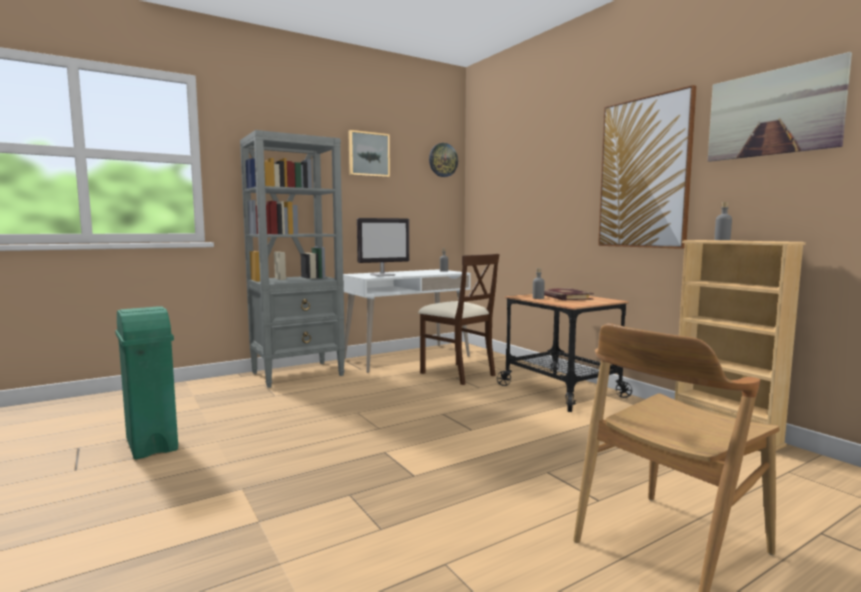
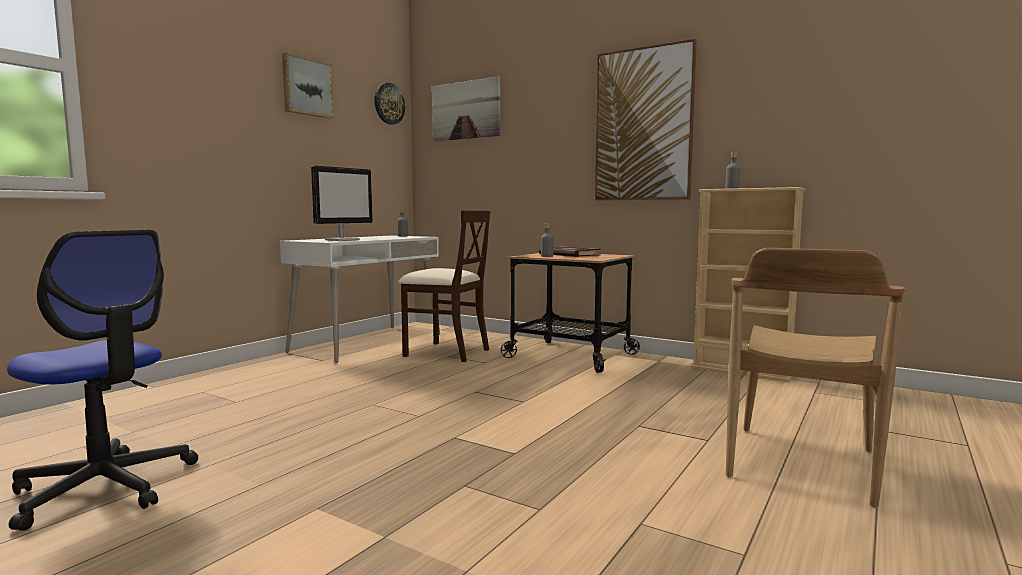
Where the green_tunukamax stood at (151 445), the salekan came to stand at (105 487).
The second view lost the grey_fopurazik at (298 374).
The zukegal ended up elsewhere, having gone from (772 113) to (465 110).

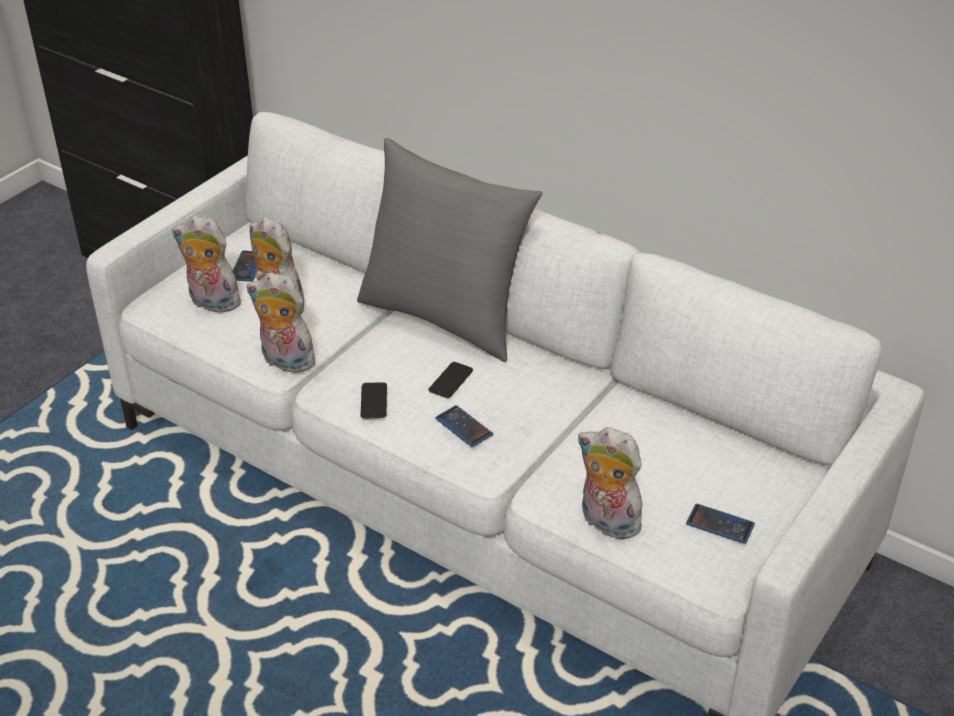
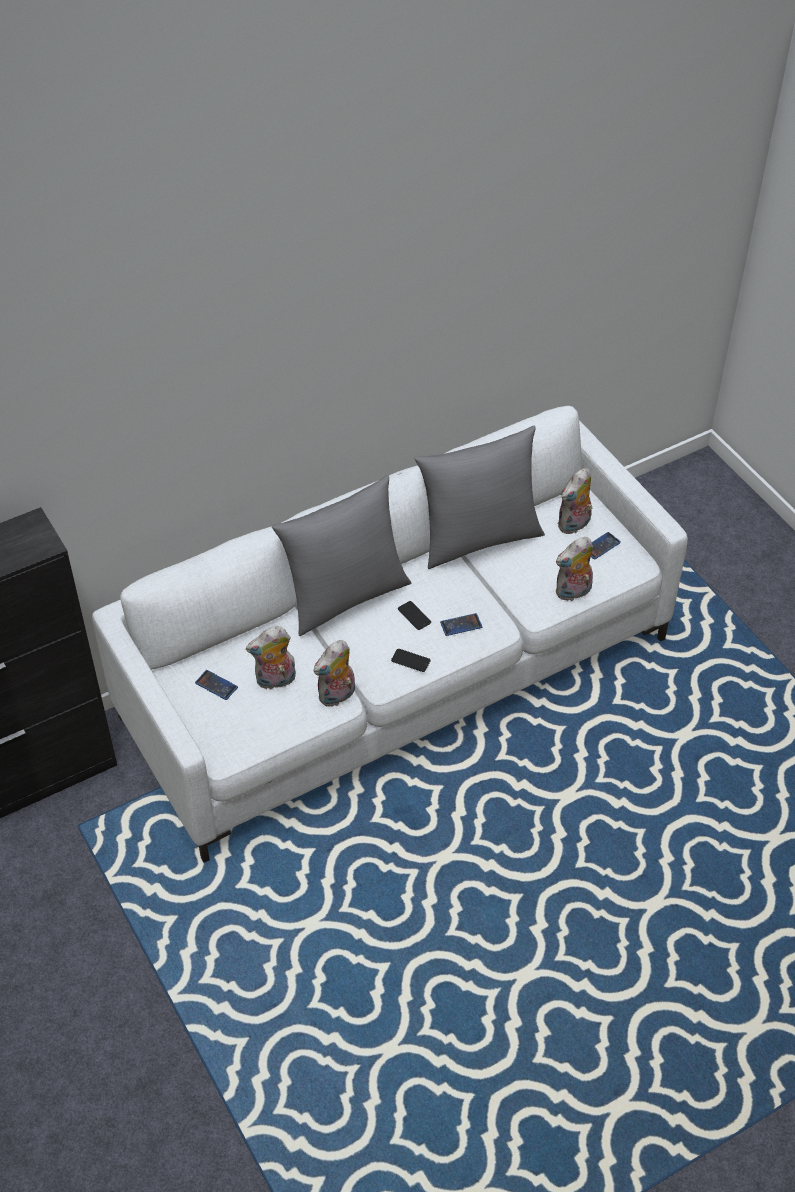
The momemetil ended up elsewhere, having gone from (211 303) to (574 525).
The second view gained the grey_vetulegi at (478 538).

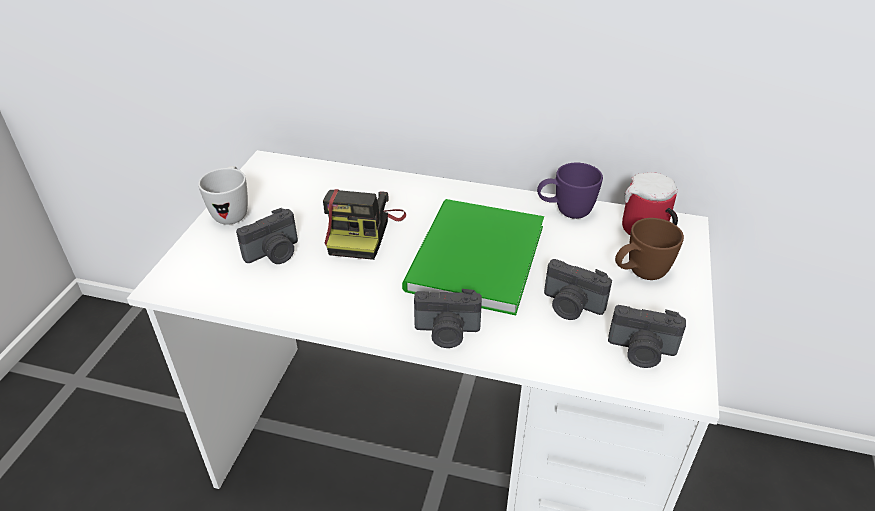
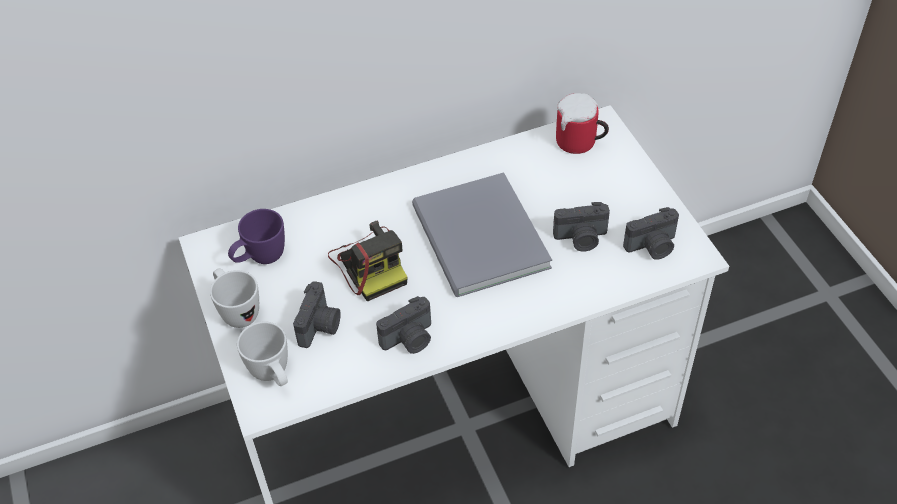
What was the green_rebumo at (471 259) turned into the grey_rebumo at (478 241).
The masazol ended up elsewhere, having gone from (447 333) to (409 339).
The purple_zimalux ended up elsewhere, having gone from (565 212) to (260 259).
The second view lost the brown_zimalux at (639 274).
The second view gained the white_zimalux at (273 376).

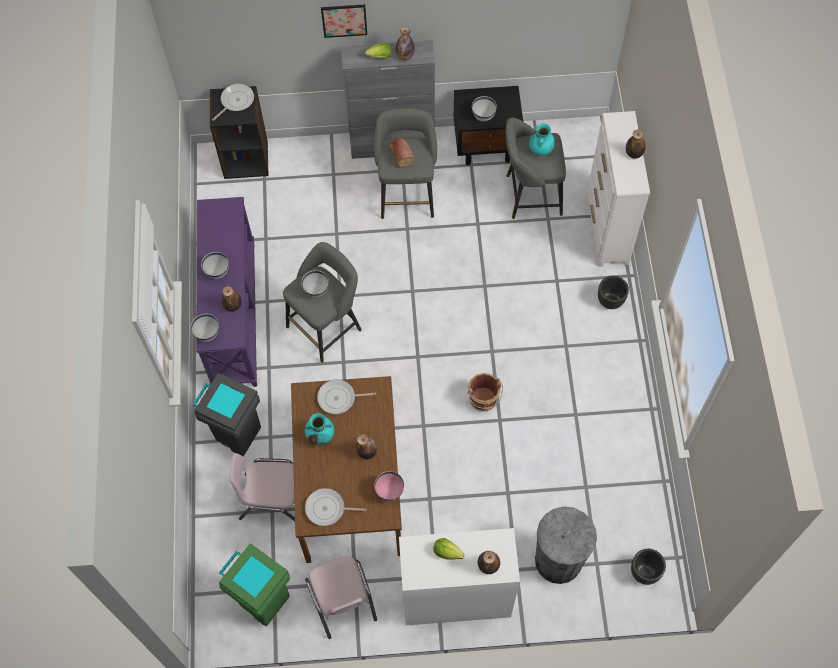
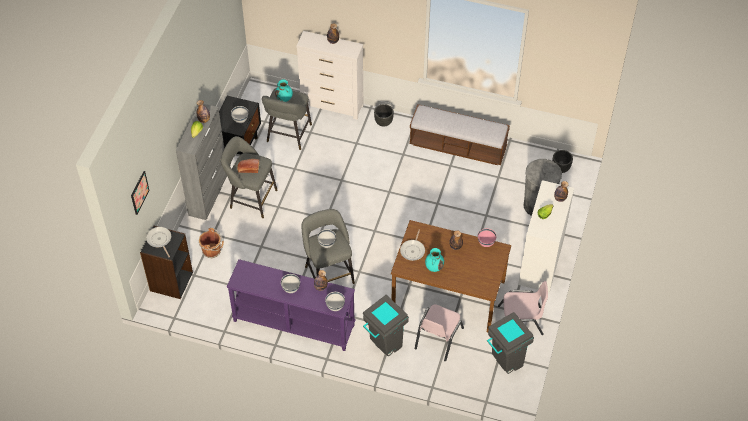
What was the green_tunukamax at (263 600) turned into the grey_tunukamax at (504 363).
The second view lost the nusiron at (328 509).
The zukegal ended up elsewhere, having gone from (344 20) to (139 192).
The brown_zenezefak ended up elsewhere, having gone from (483 400) to (212 251).
The second view gained the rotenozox at (458 146).

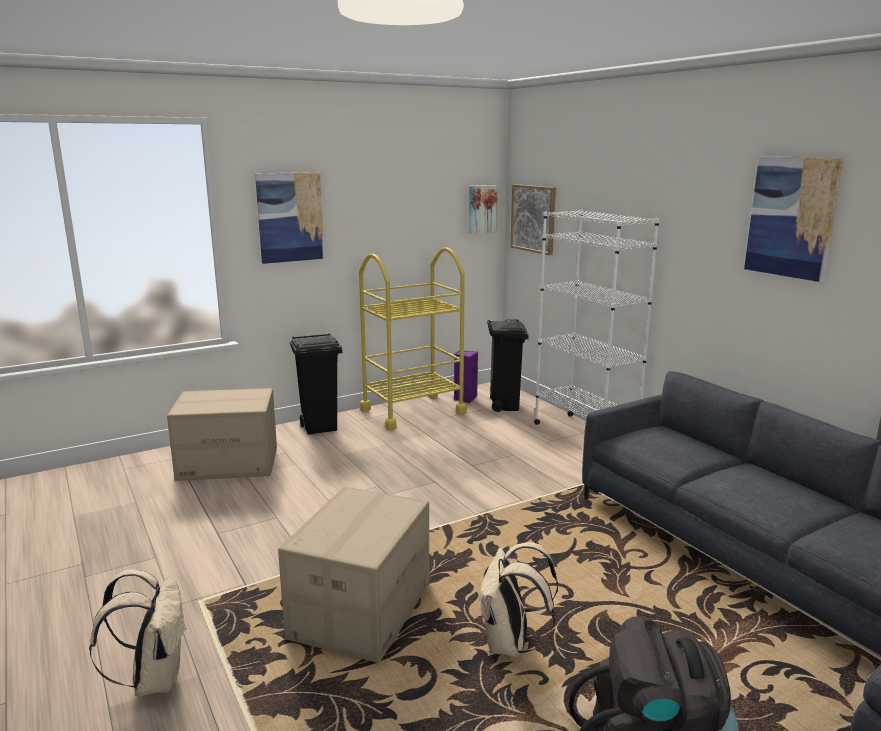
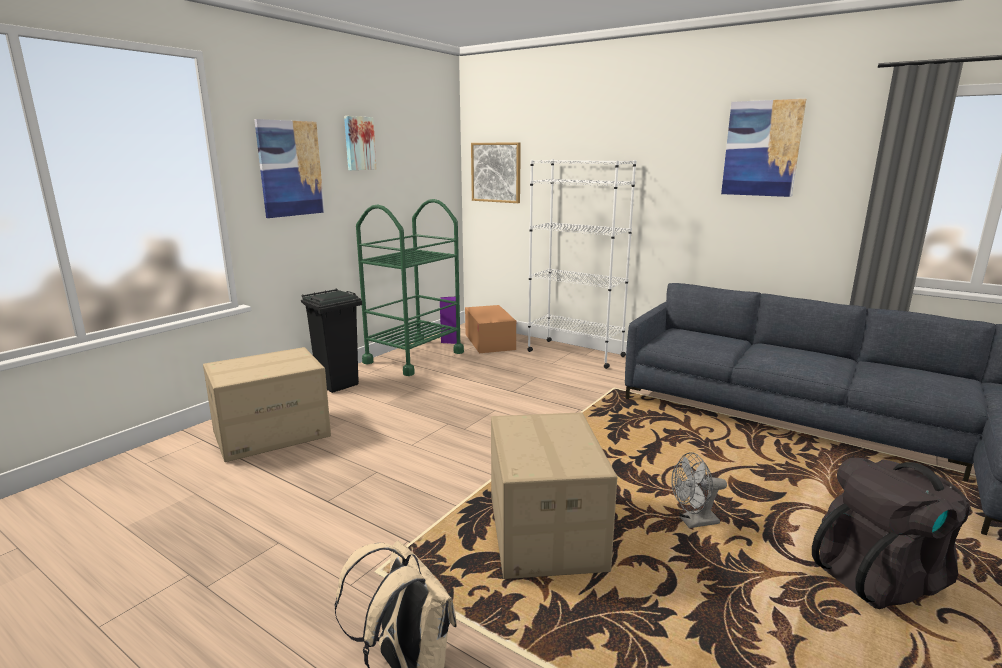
What was the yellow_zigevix at (412 411) turned into the green_zigevix at (414 357).
The zukegal ended up elsewhere, having gone from (481 209) to (359 143).
Where the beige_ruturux stood at (510 644), the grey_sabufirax came to stand at (693 522).
Where the black_tunukamax stood at (504 406), the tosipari came to stand at (489 342).

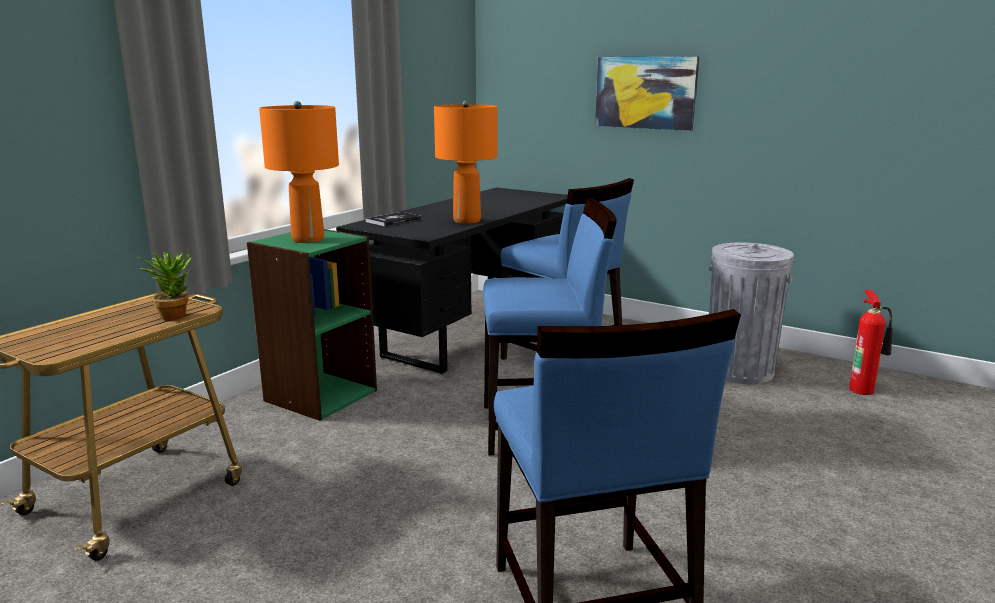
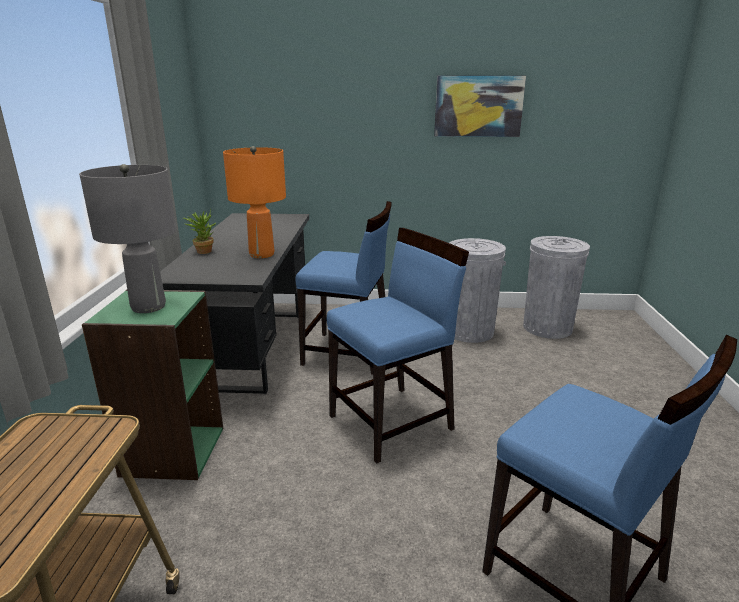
The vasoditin ended up elsewhere, having gone from (175 315) to (203 251).
What was the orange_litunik at (307 239) turned into the grey_litunik at (148 307).
The second view lost the rebumo at (393 220).
The zukegal ended up elsewhere, having gone from (645 92) to (478 106).
Where the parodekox stood at (863 389), the grey_tunukamax came to stand at (547 328).

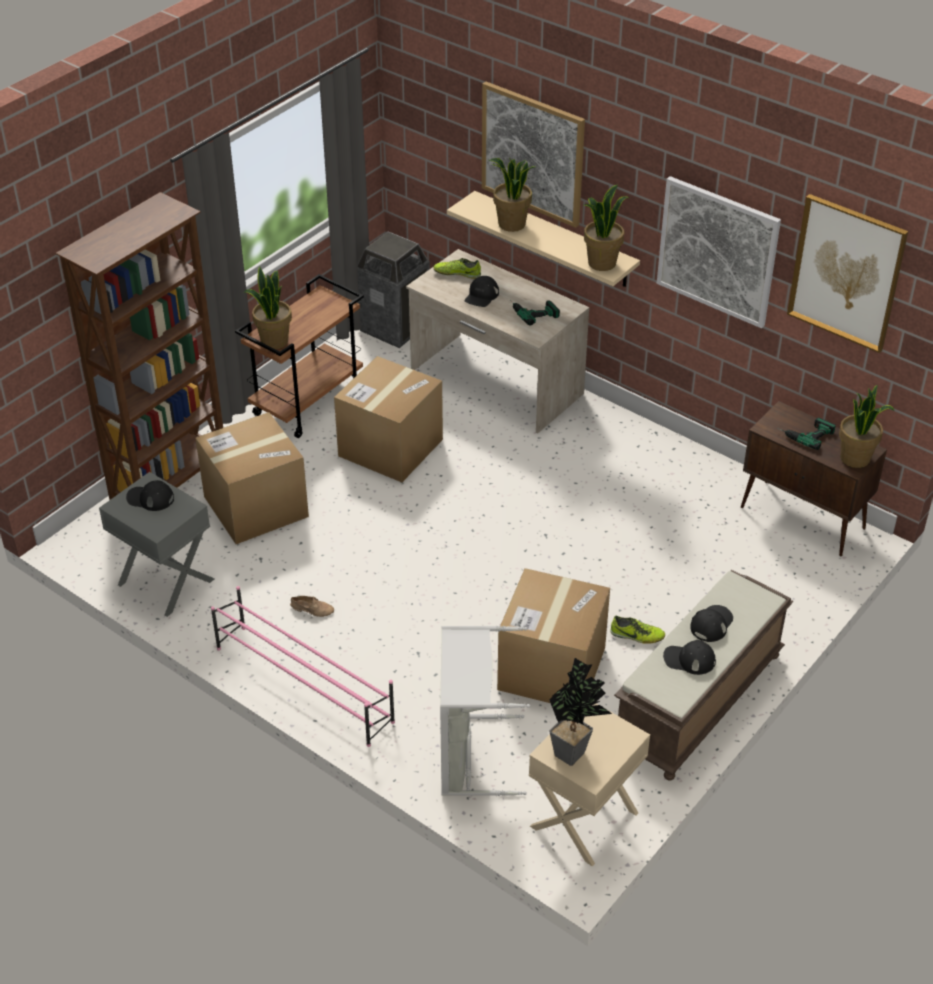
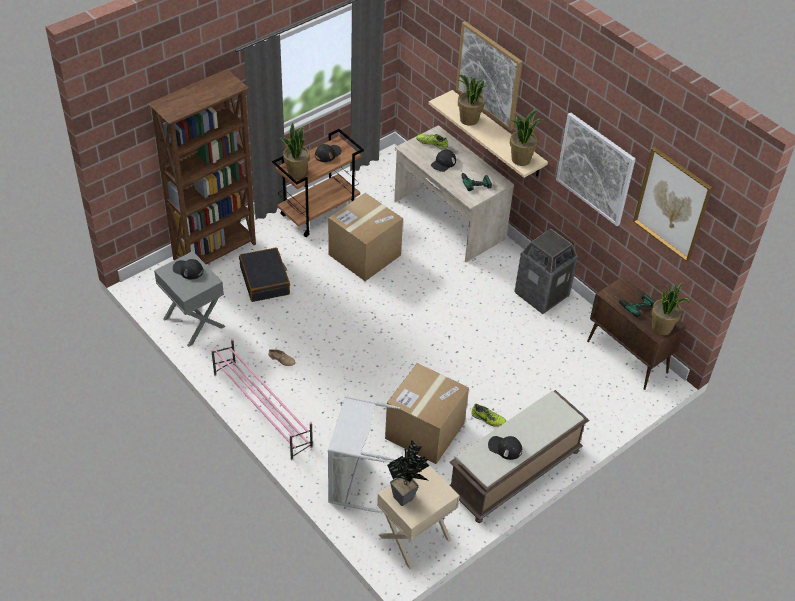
Where the tosipari stood at (256 506), the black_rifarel came to stand at (265 281).
The tunukamax ended up elsewhere, having gone from (394 327) to (541 294).
The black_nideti ended up elsewhere, having gone from (711 624) to (328 154).

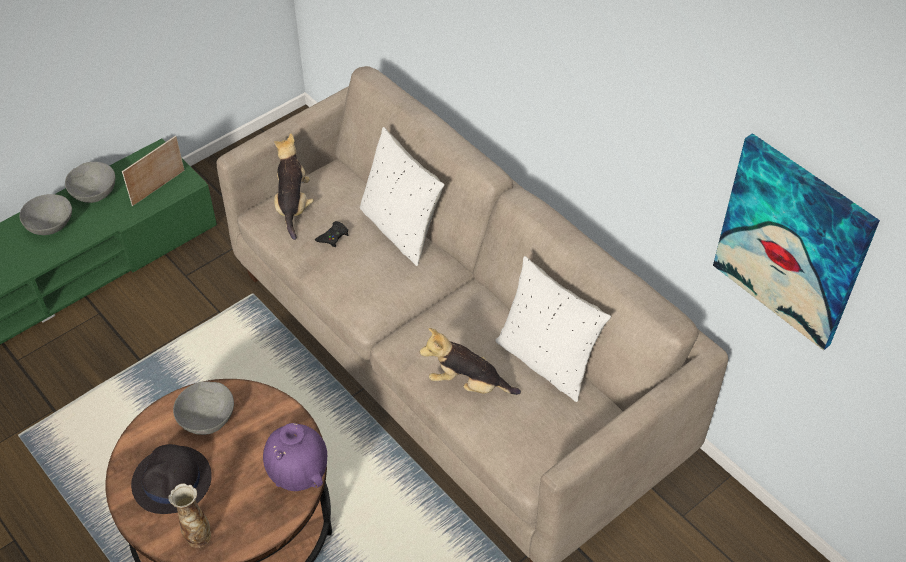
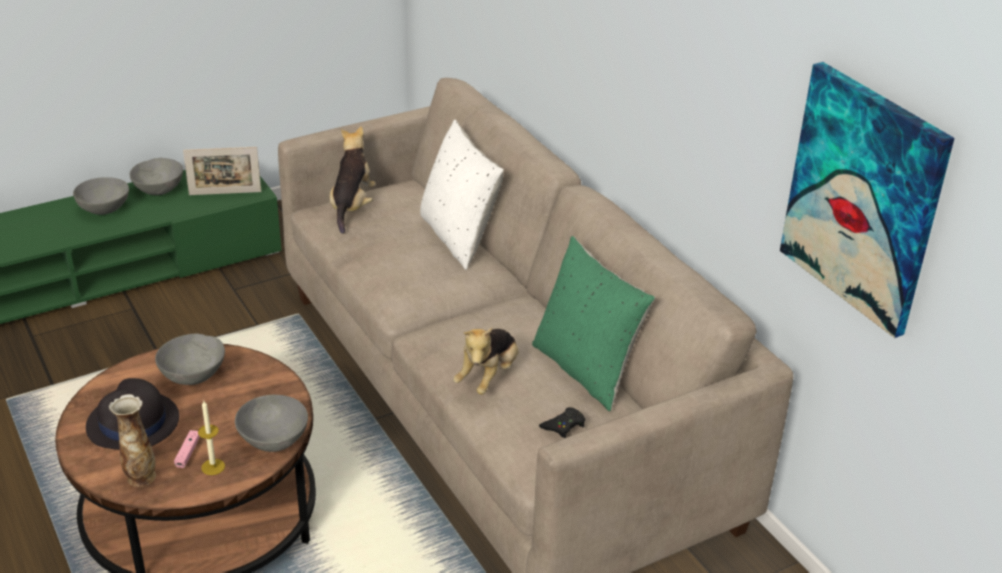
The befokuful at (158 188) ended up facing another way, 150 degrees counterclockwise from before.
Where the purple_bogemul stood at (299 476), the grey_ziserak came to stand at (274 440).
The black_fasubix ended up elsewhere, having gone from (333 236) to (564 426).
The momemetil at (468 384) ended up facing another way, 90 degrees counterclockwise from before.
What was the white_vetulegi at (547 360) turned into the green_vetulegi at (586 370).
The second view gained the pink_fasubix at (188 452).
The second view gained the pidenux at (213 467).

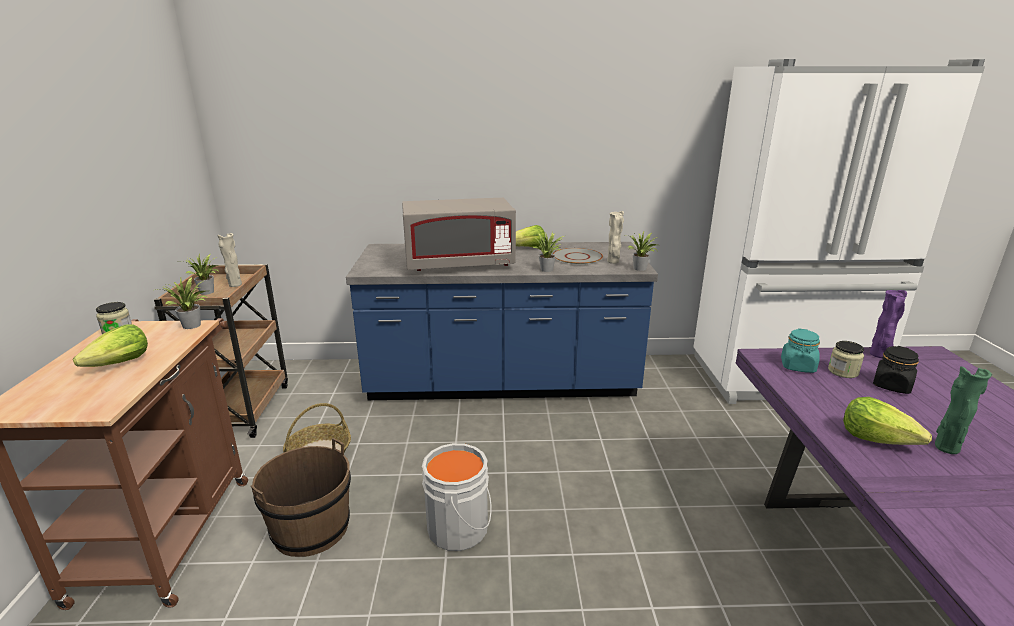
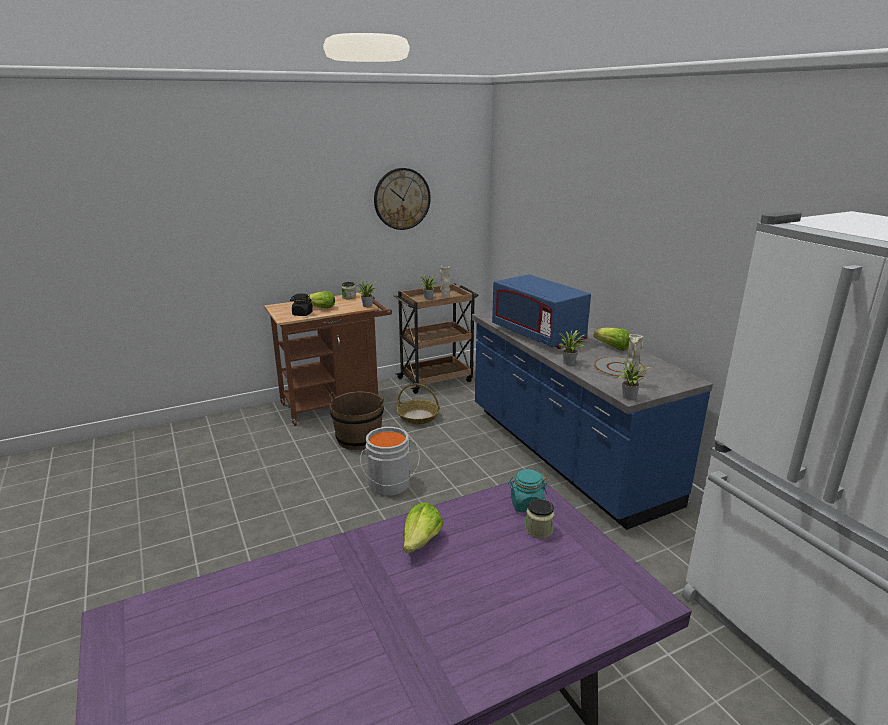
What was the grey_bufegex at (459 264) turned into the blue_bufegex at (538 335).
The second view lost the purple_bogemul at (879 355).
The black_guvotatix ended up elsewhere, having gone from (891 386) to (302 314).
The second view lost the green_bogemul at (945 447).
The second view gained the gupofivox at (402 199).

